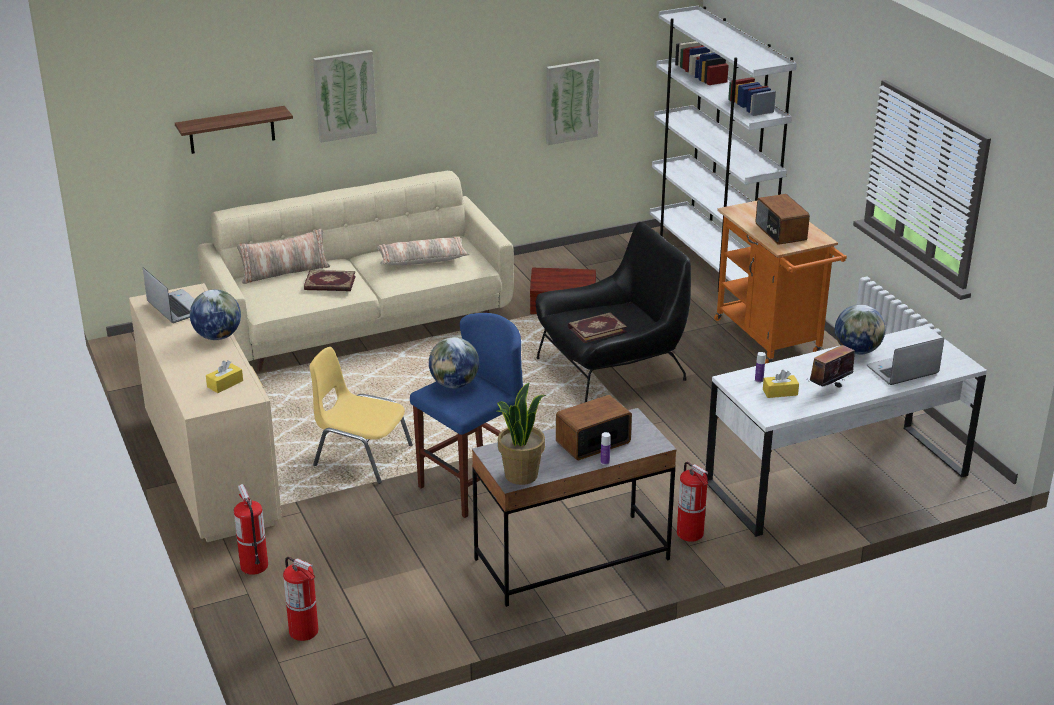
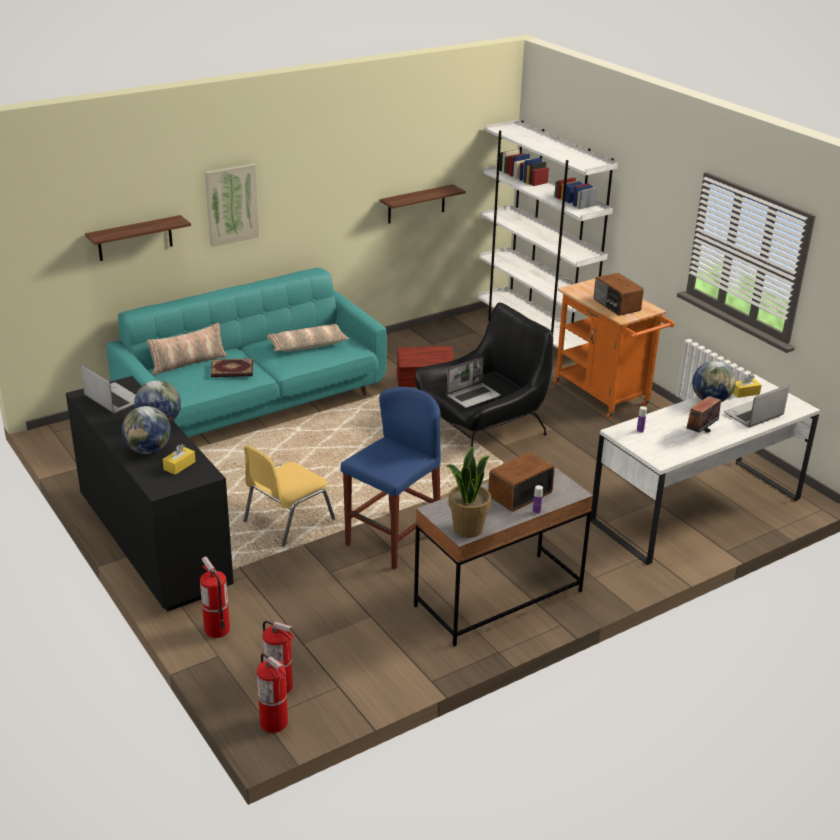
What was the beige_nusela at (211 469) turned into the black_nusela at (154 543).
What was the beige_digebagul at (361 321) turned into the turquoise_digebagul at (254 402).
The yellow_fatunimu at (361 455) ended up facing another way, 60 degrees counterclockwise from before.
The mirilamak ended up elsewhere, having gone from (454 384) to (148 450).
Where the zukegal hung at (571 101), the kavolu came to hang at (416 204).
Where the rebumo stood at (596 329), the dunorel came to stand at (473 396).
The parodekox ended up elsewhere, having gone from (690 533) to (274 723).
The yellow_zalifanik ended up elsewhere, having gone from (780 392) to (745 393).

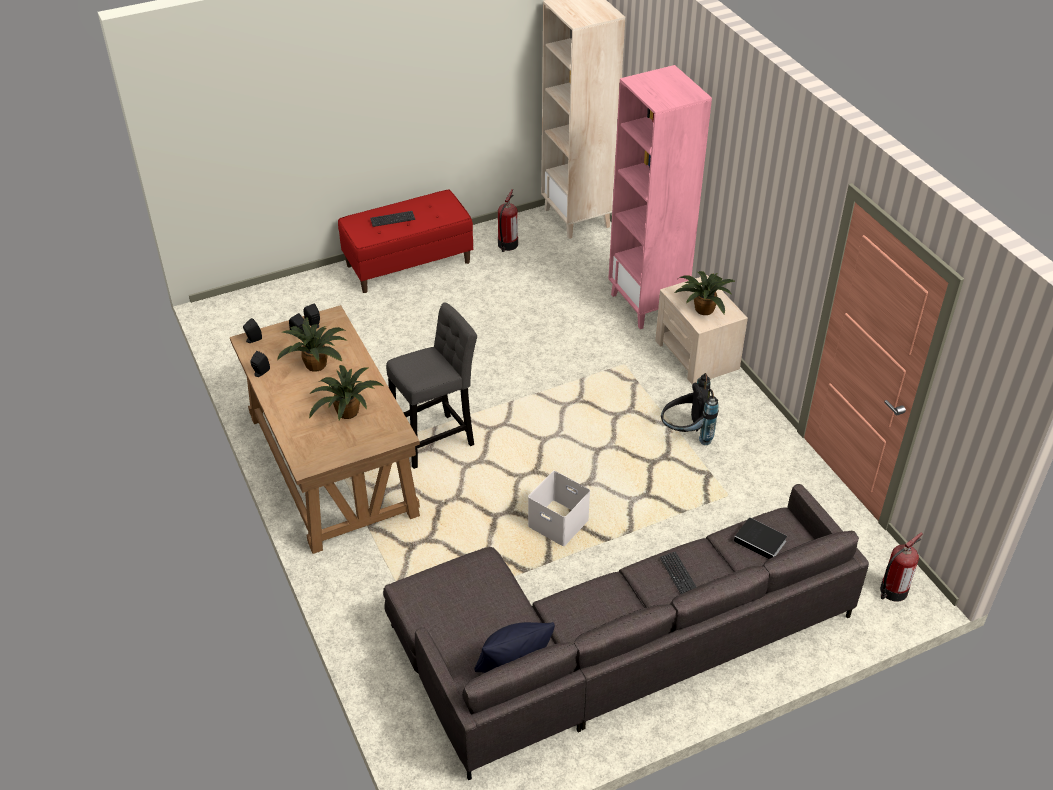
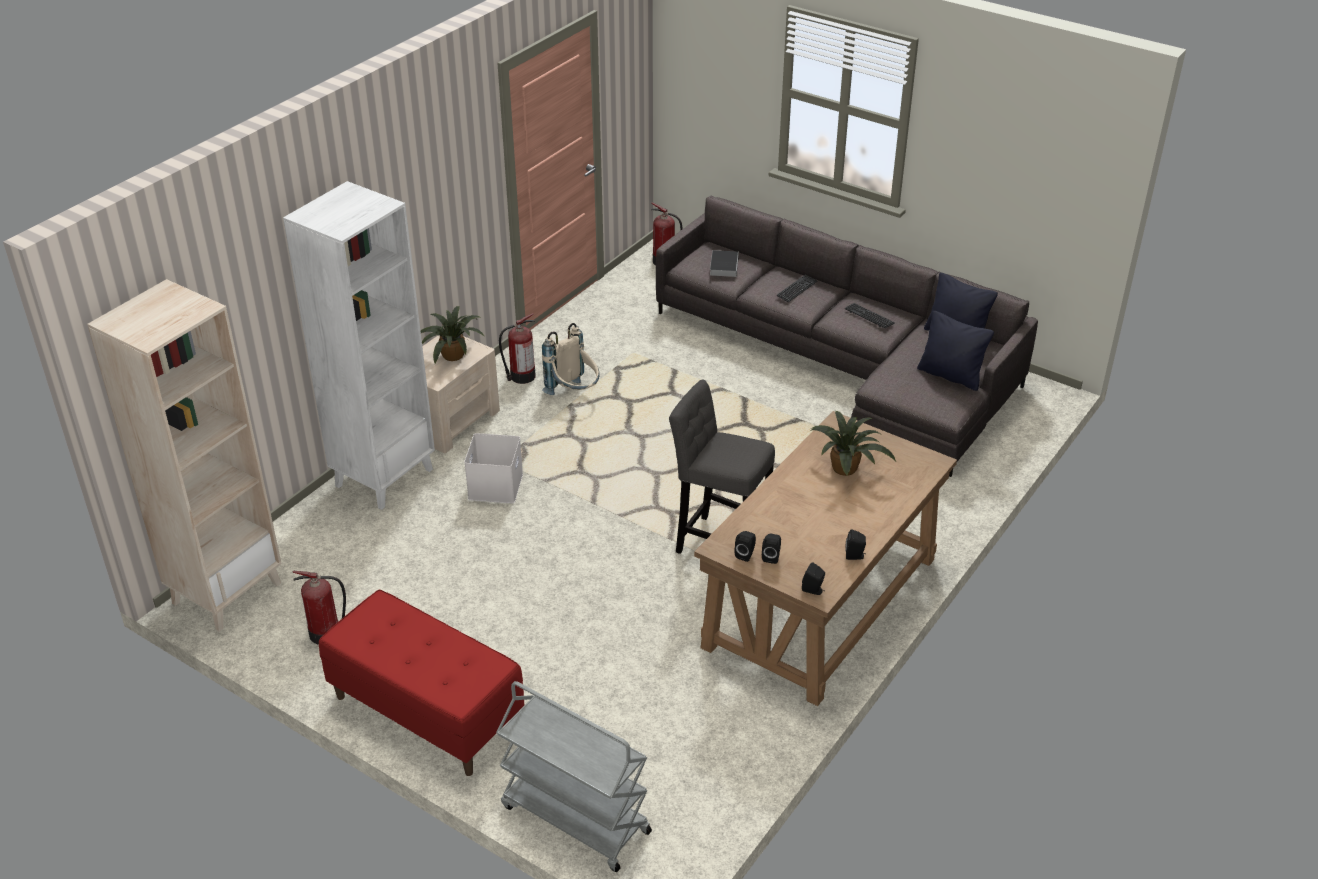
The second view lost the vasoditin at (317 363).
The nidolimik ended up elsewhere, having gone from (392 219) to (869 316).
The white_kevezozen ended up elsewhere, having gone from (559 523) to (494 485).
What was the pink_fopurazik at (647 305) turned into the white_fopurazik at (384 477).
What was the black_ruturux at (686 434) turned into the beige_ruturux at (574 394).
The second view gained the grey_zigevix at (574 819).
The second view gained the parodekox at (521 376).
The second view gained the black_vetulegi at (950 375).

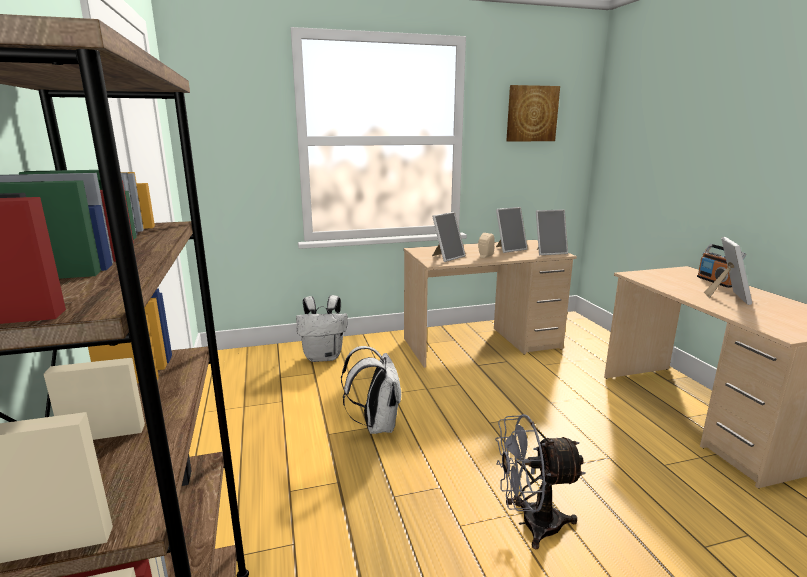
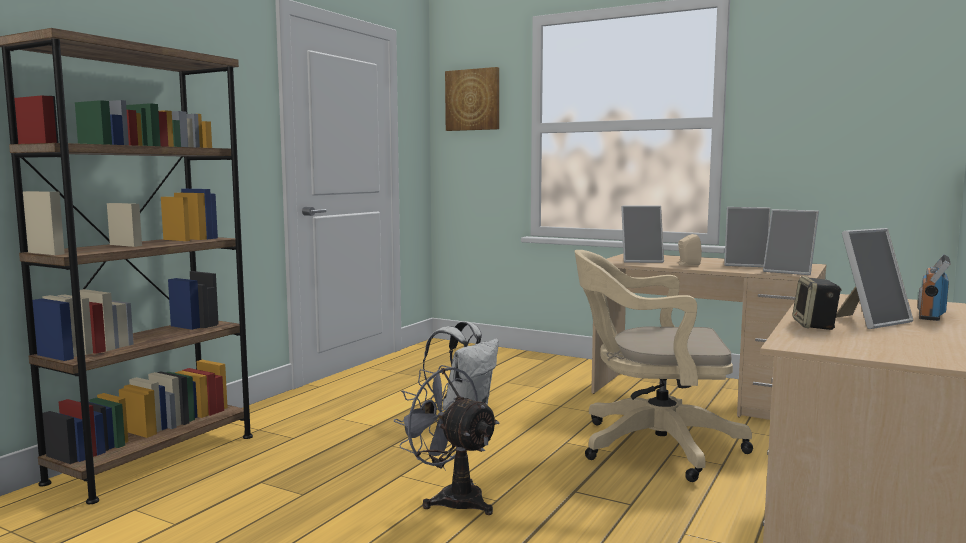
The second view lost the white_ruturux at (324 356).
The zukegal ended up elsewhere, having gone from (531 114) to (473 100).
The second view gained the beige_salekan at (650 446).
The second view gained the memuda at (815 325).

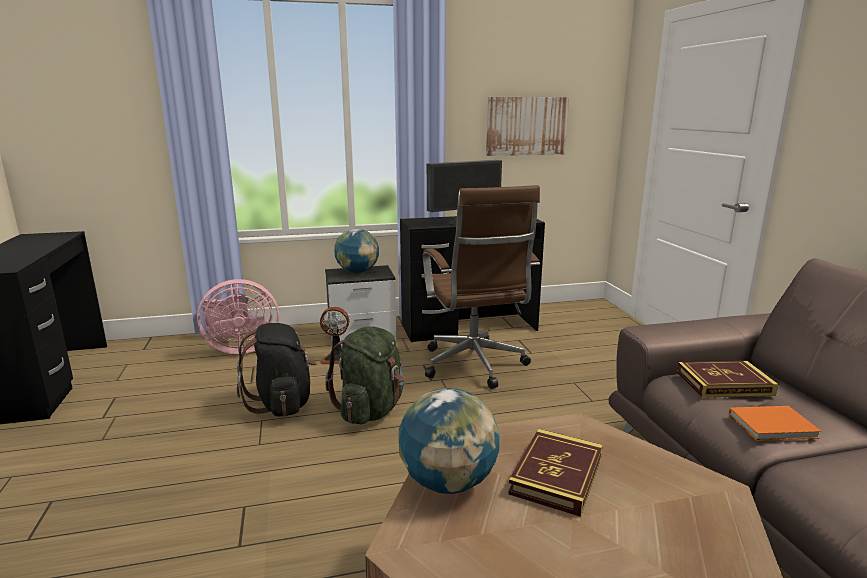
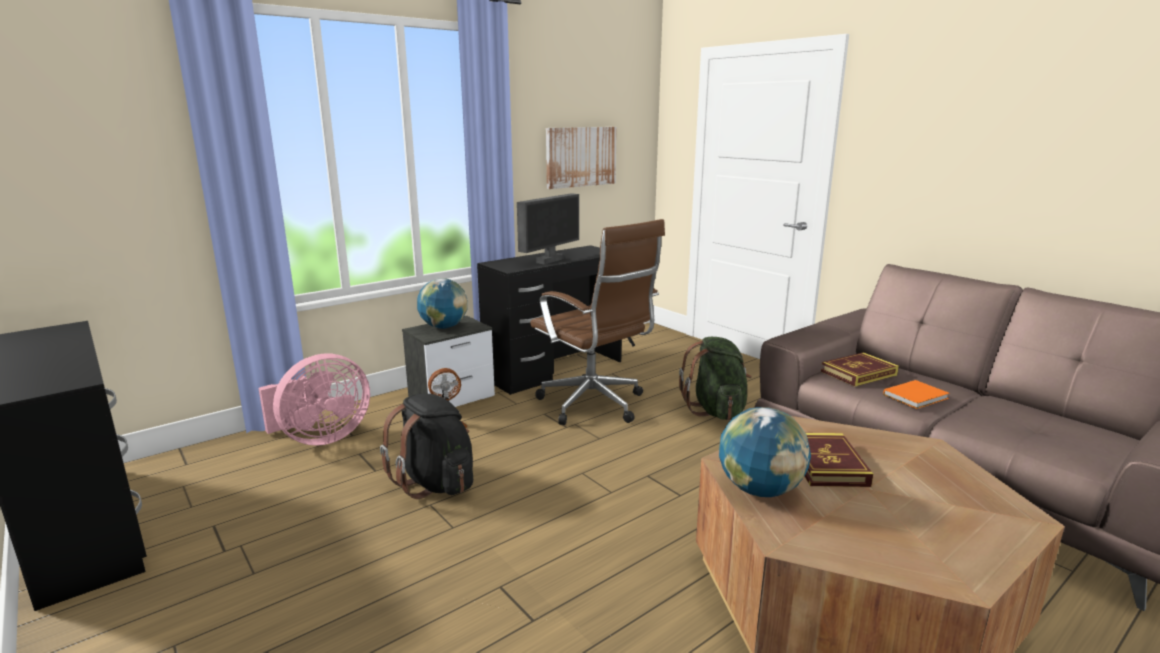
The green_ruturux ended up elsewhere, having gone from (371 410) to (716 411).

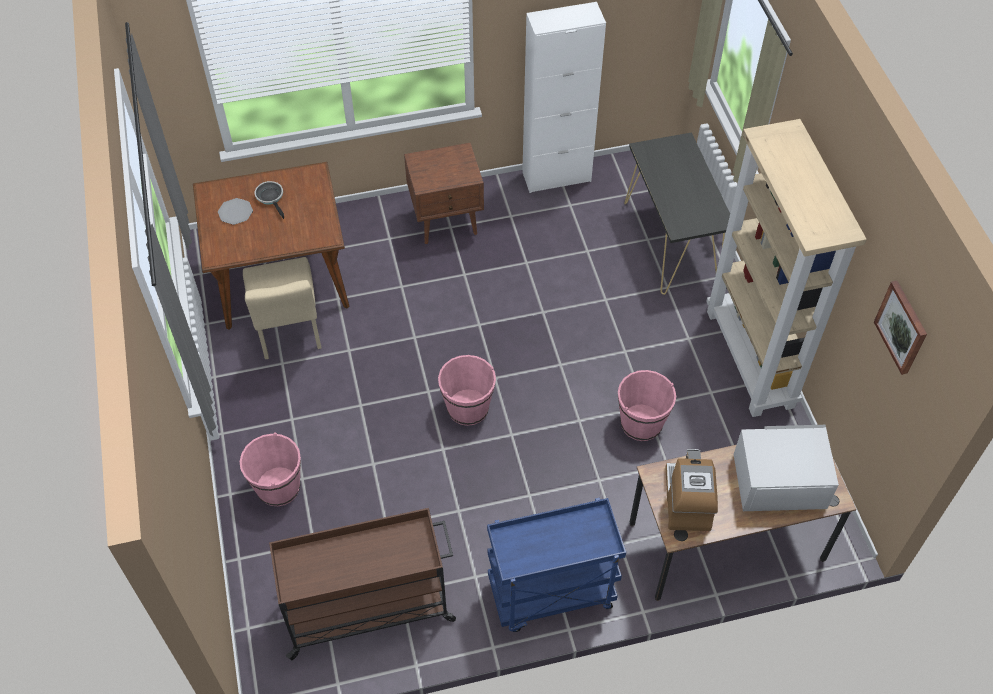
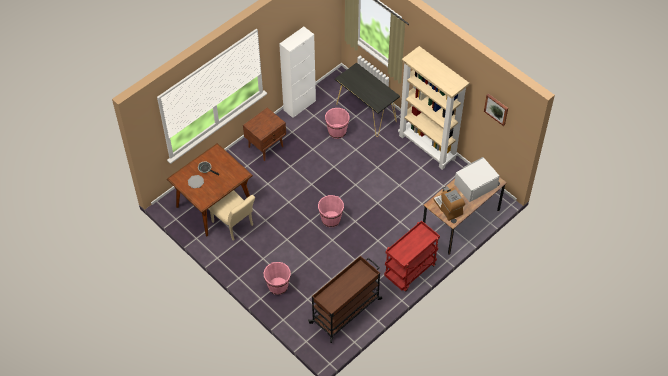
What was the blue_zigevix at (550 595) turned into the red_zigevix at (410 272).
The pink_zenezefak ended up elsewhere, having gone from (641 423) to (337 131).

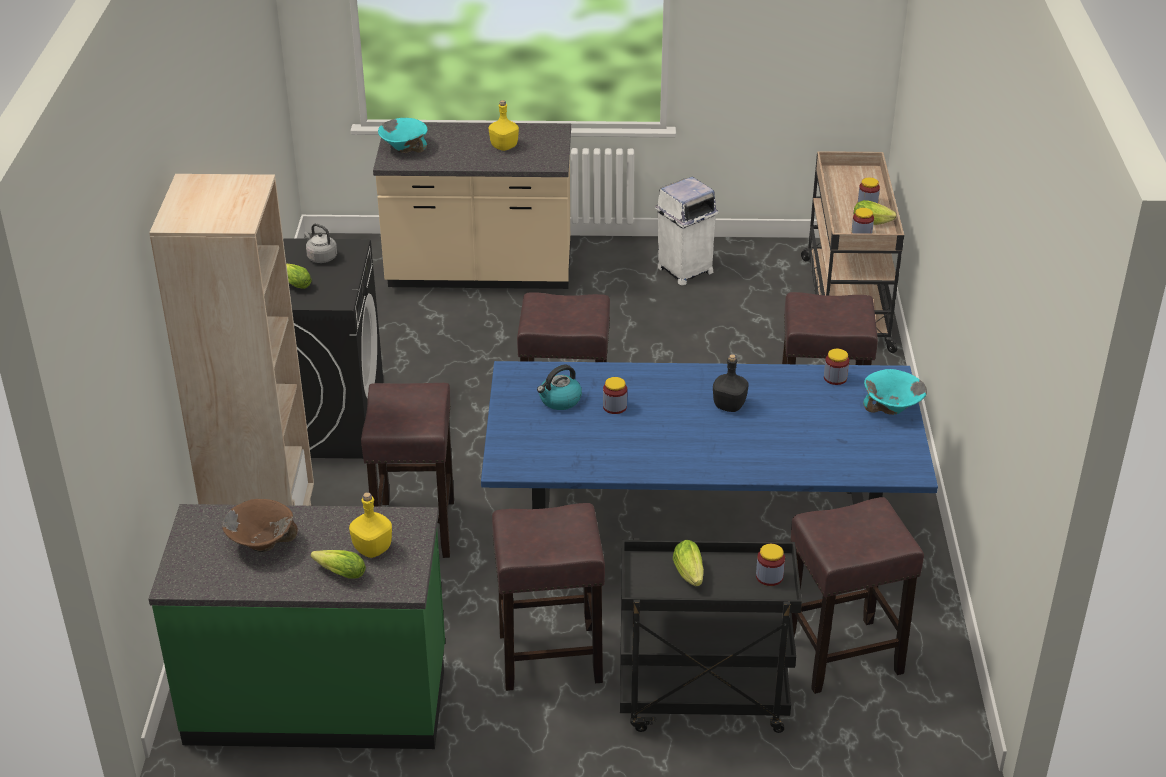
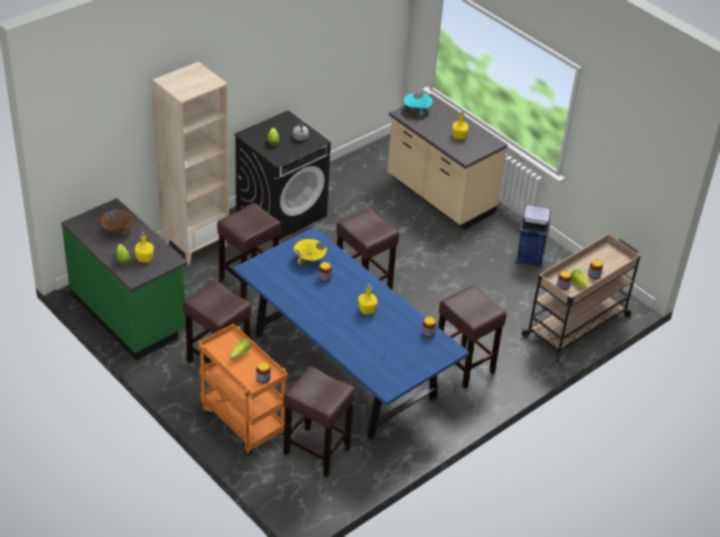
Where the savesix stood at (559 400), the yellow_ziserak came to stand at (309 260).
What was the black_zigevix at (701 701) turned into the orange_zigevix at (241 421).
What was the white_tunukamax at (684 270) turned into the blue_tunukamax at (529 257).
What was the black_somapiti at (728 405) turned into the yellow_somapiti at (366 310).
The second view lost the turquoise_ziserak at (892 408).

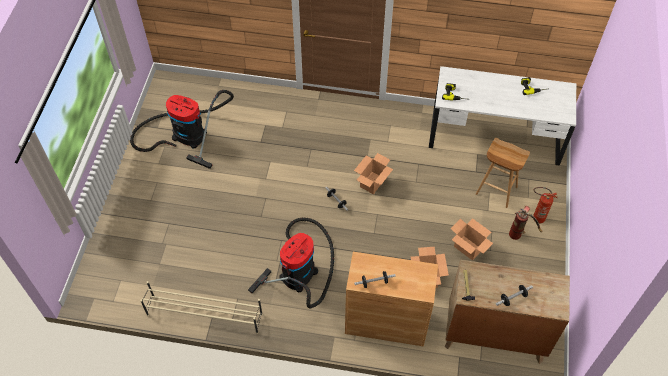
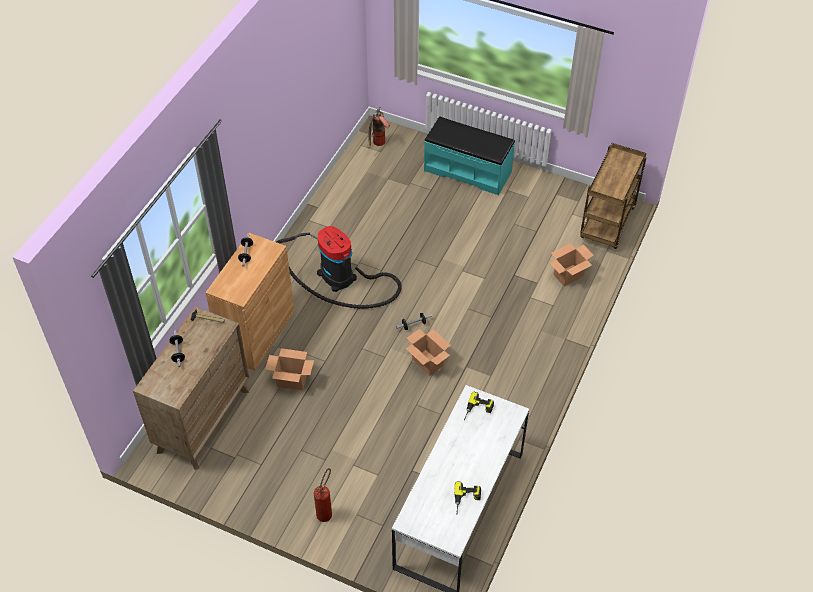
The second view lost the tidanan at (185 135).
The second view lost the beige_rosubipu at (204 314).
The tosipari ended up elsewhere, having gone from (468 248) to (568 275).
The second view lost the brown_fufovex at (495 190).
The parodekox ended up elsewhere, having gone from (520 233) to (378 145).
The second view gained the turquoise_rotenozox at (468 171).
The second view gained the brown_zigevix at (607 225).

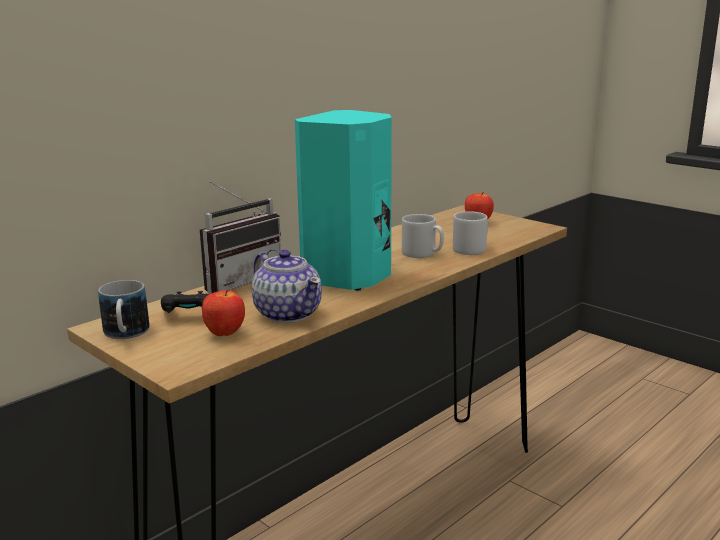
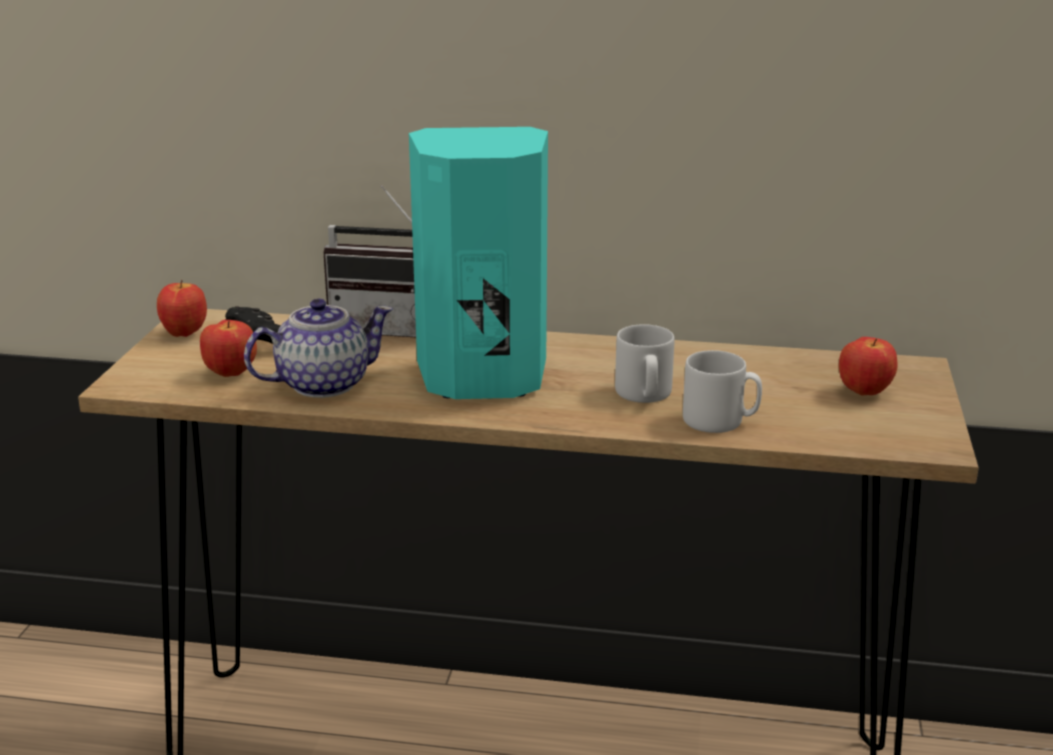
Where the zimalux stood at (125 335), the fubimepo came to stand at (184 334).
The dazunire at (288 313) ended up facing another way, 135 degrees counterclockwise from before.

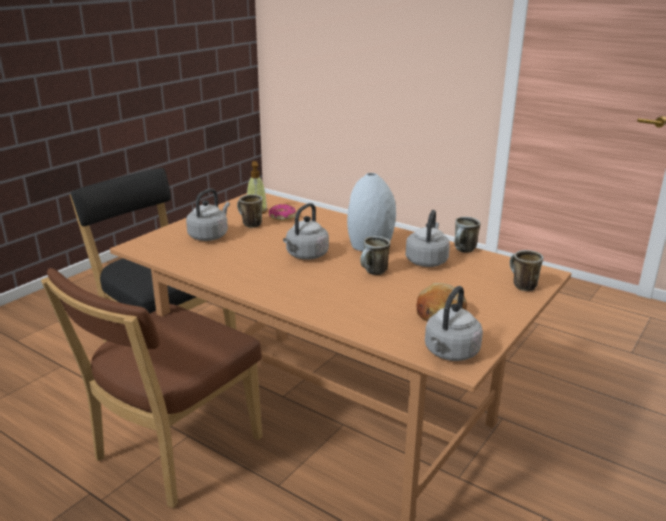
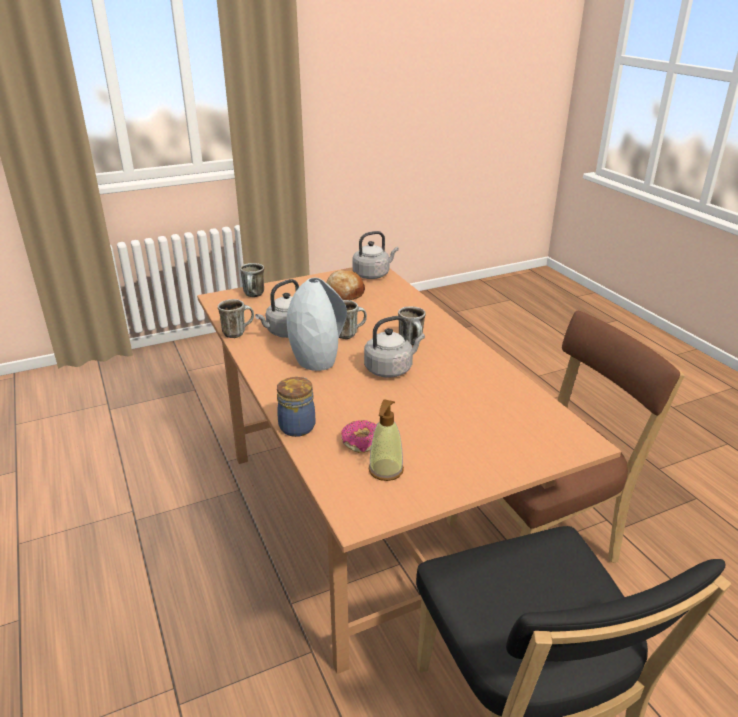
The second view lost the grey_savesix at (209 235).
The zimalux ended up elsewhere, having gone from (249 224) to (413 343).
The second view gained the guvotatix at (298 426).

